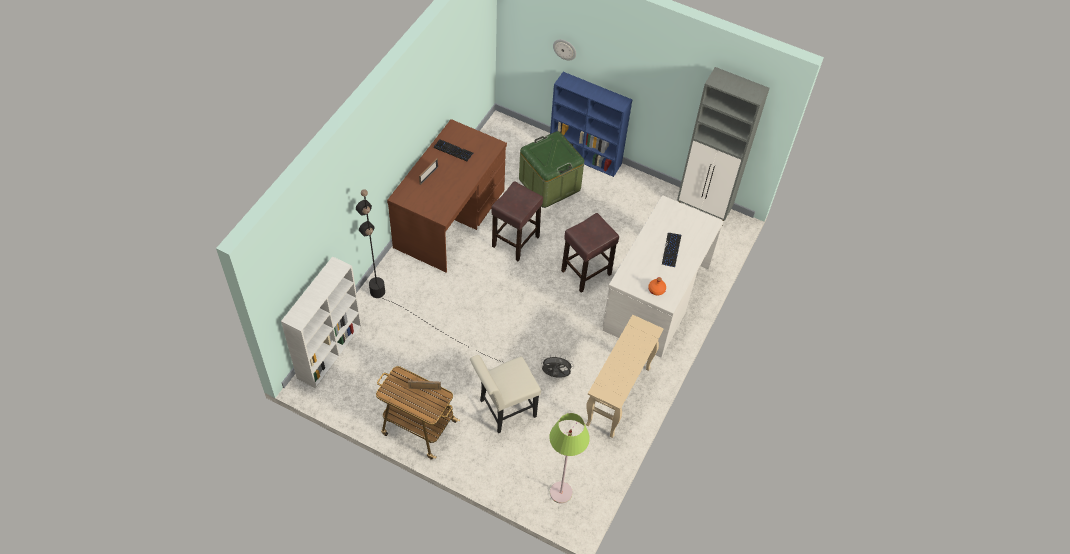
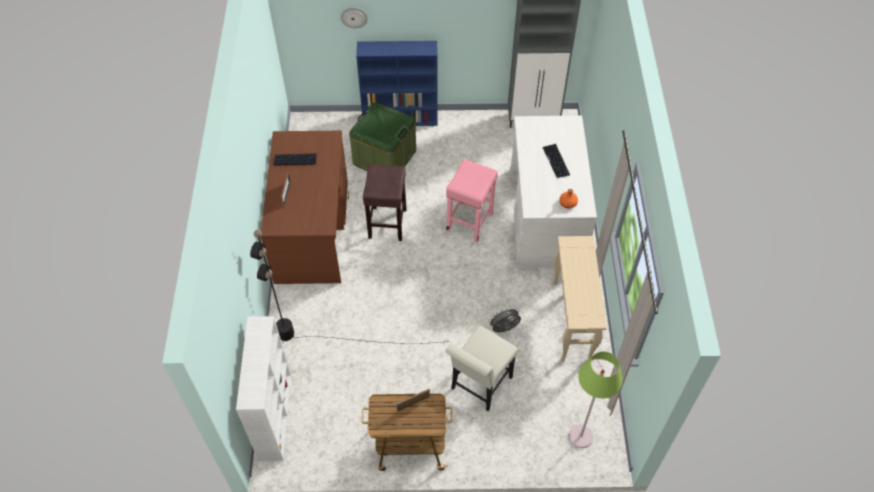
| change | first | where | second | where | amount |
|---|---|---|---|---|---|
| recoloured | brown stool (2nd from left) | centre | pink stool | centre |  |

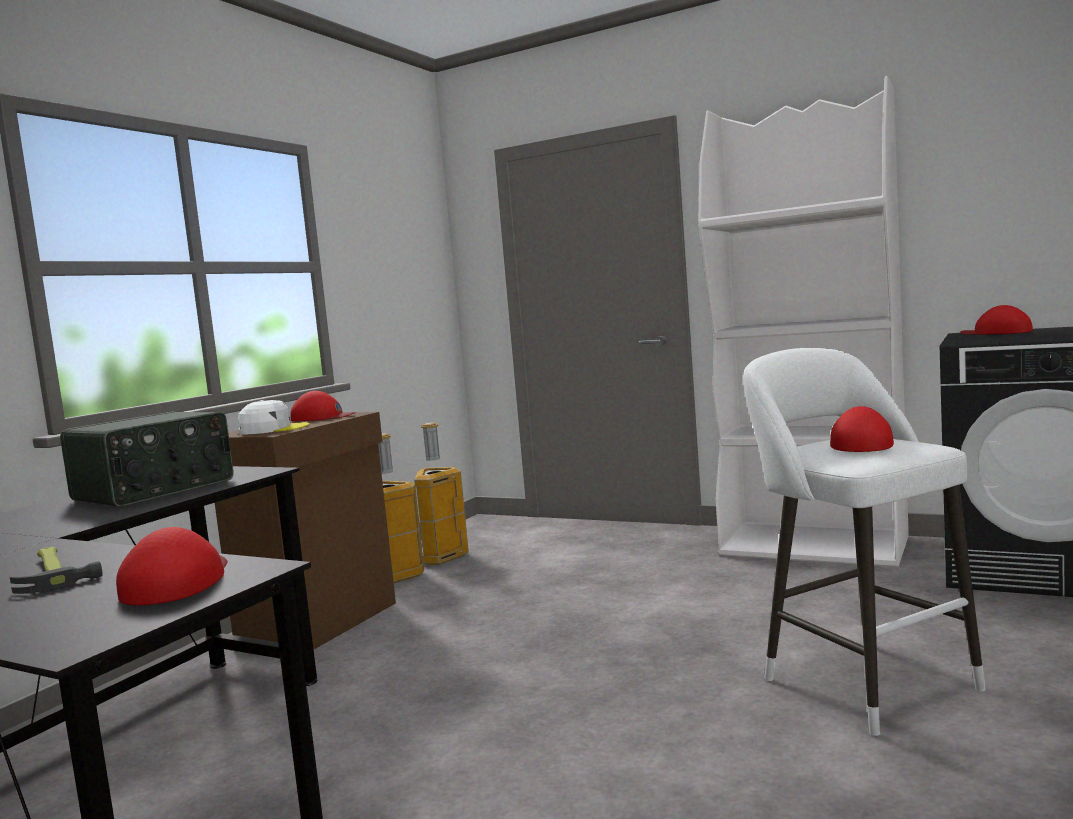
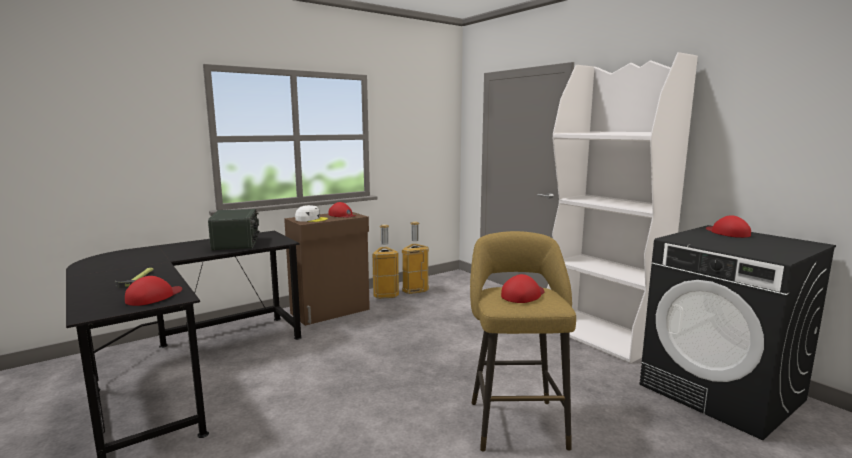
| change | first | where | second | where | amount |
|---|---|---|---|---|---|
| recoloured | white stool | middle right | yellow stool | bottom centre |  |
| turned | radio | middle left |  | middle left | 75 degrees counterclockwise |

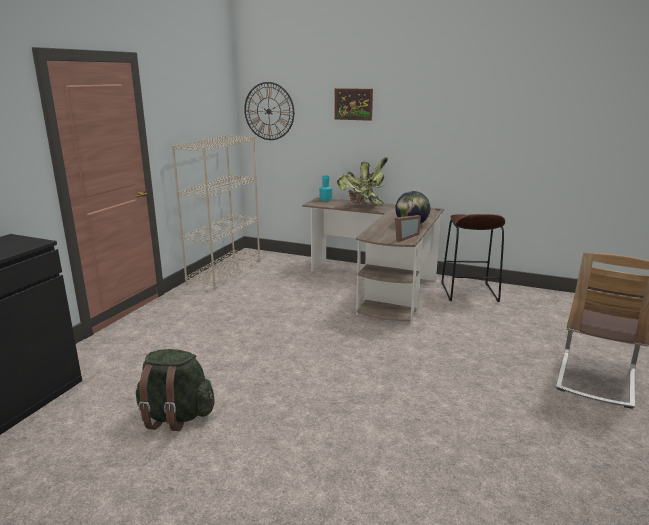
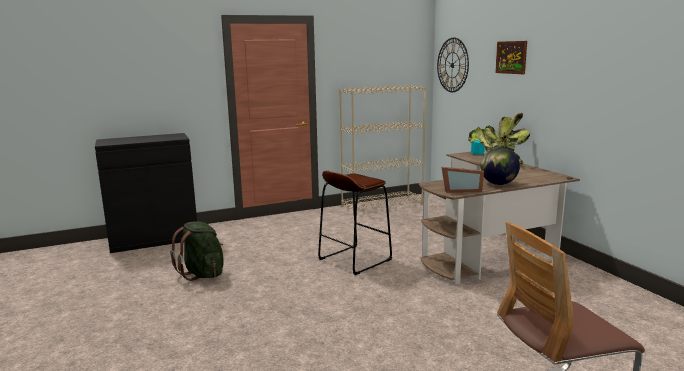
| change | first | where | second | where | amount |
|---|---|---|---|---|---|
| moved | brown stool | middle right |  | centre |  |

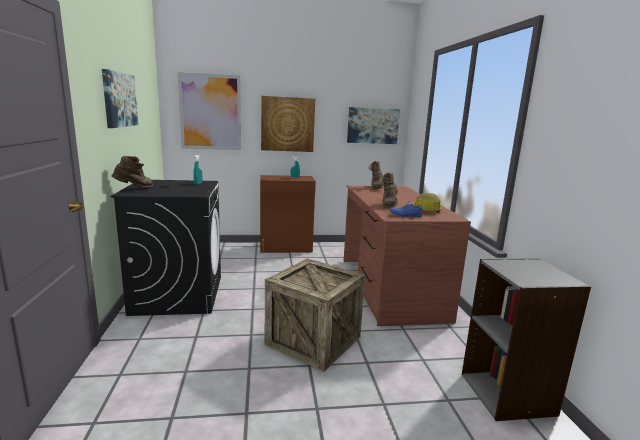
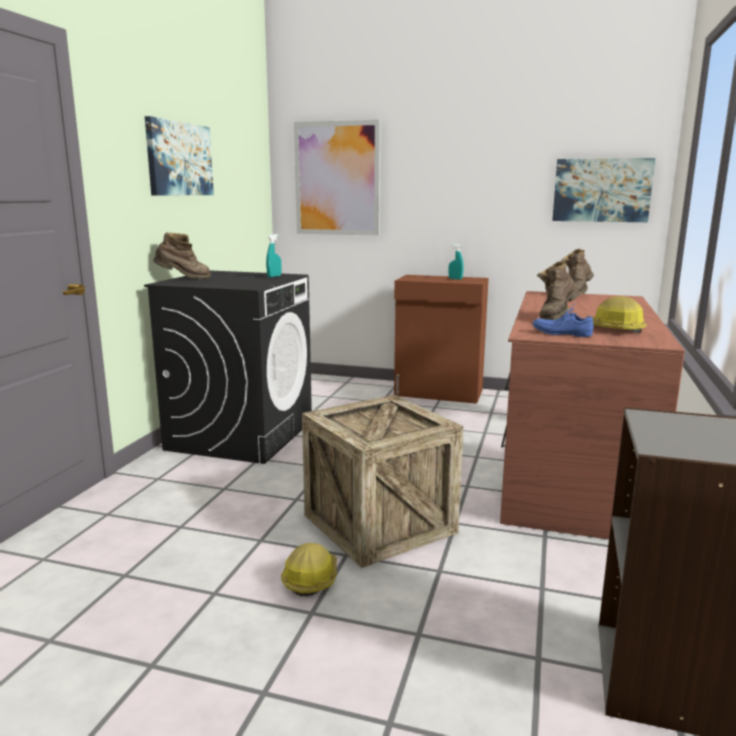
| change | first | where | second | where | amount |
|---|---|---|---|---|---|
| removed | picture (3rd from left) | top centre |  |  |  |
| added |  |  | hard hat (1st from left) | bottom centre |  |

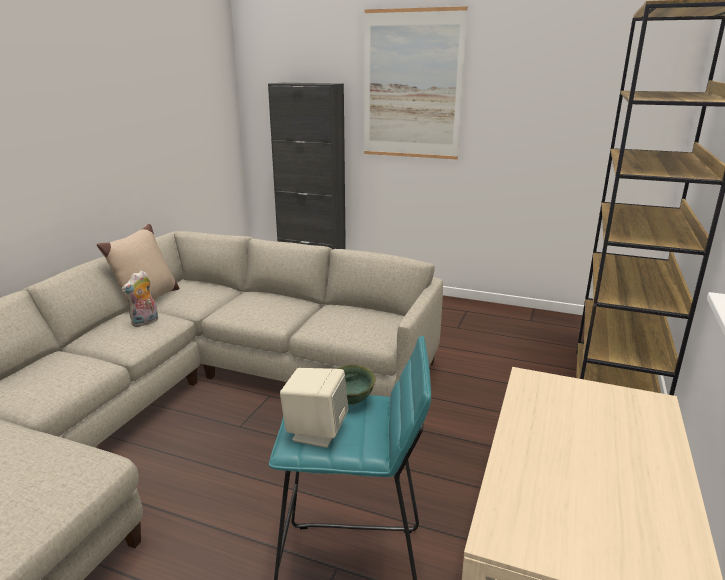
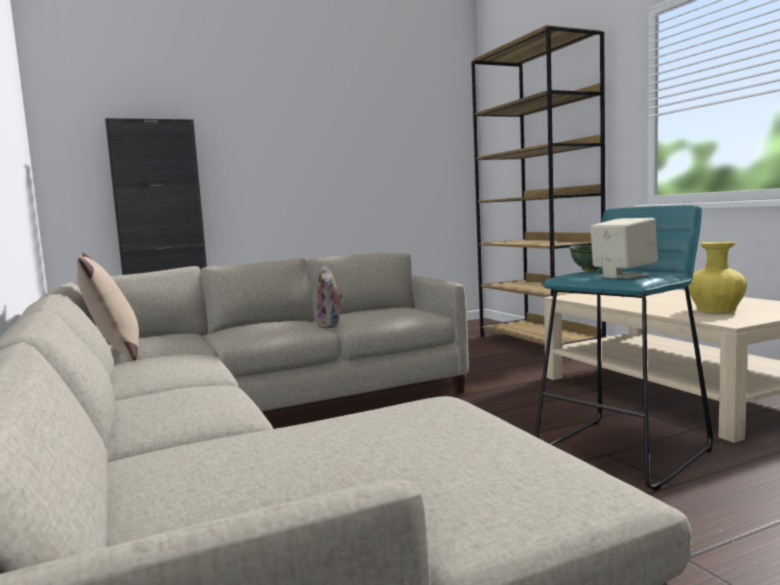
| change | first | where | second | where | amount |
|---|---|---|---|---|---|
| removed | picture | top centre |  |  |  |
| moved | plush toy | middle left |  | centre |  |
| added |  |  | yellow vase | middle right |  |

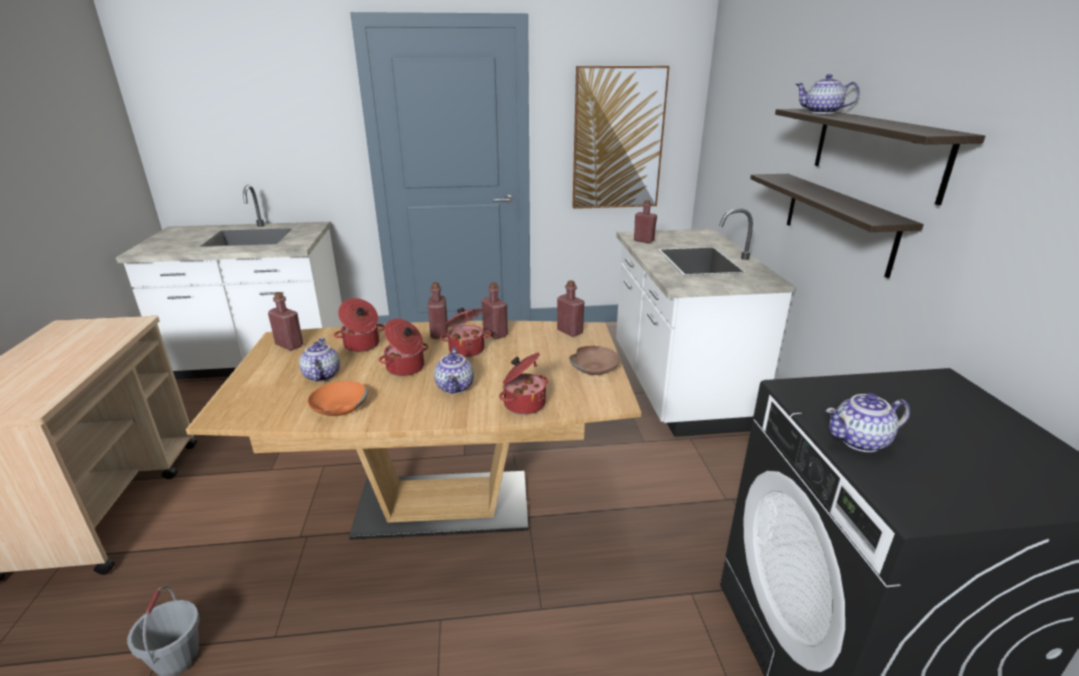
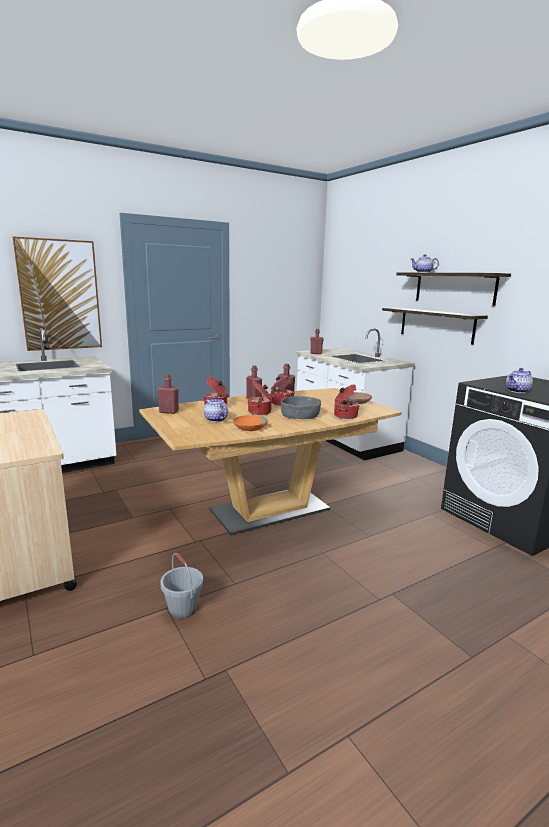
| change | first | where | second | where | amount |
|---|---|---|---|---|---|
| moved | picture | top centre |  | middle left |  |
| removed | red bottle (4th from left) | centre |  |  |  |
| replaced | teapot (2nd from left) | centre | grey bowl | centre |  |

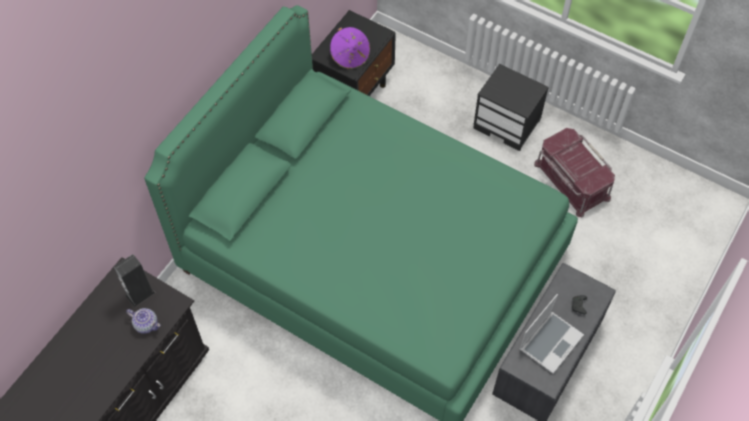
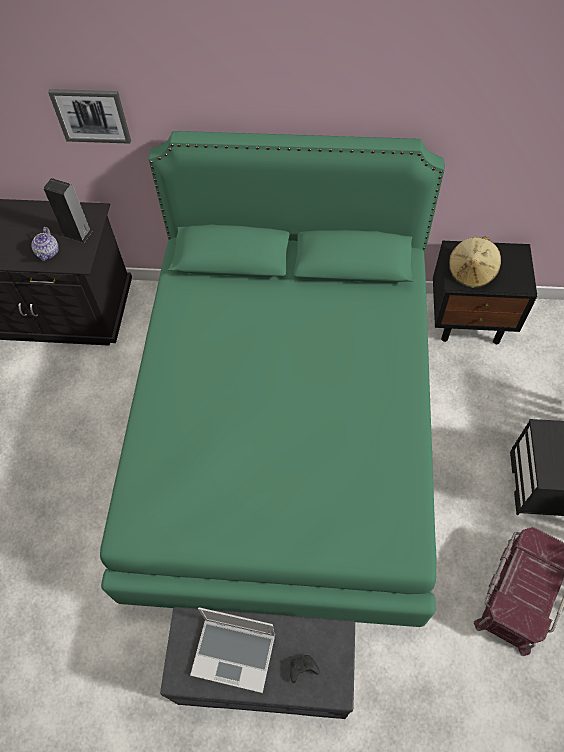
| change | first | where | second | where | amount |
|---|---|---|---|---|---|
| recoloured | purple hat | top centre | beige hat | middle right |  |
| added |  |  | picture | top left |  |

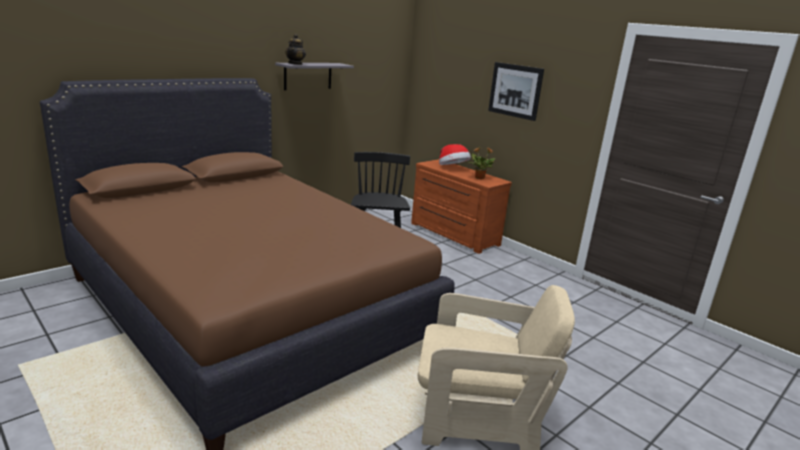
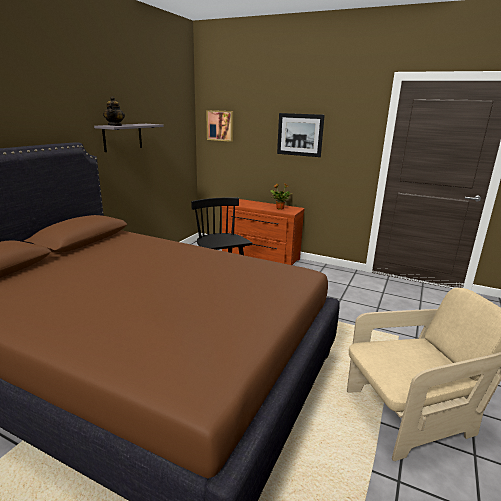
| change | first | where | second | where | amount |
|---|---|---|---|---|---|
| removed | hat | centre |  |  |  |
| added |  |  | picture (1st from left) | top centre |  |

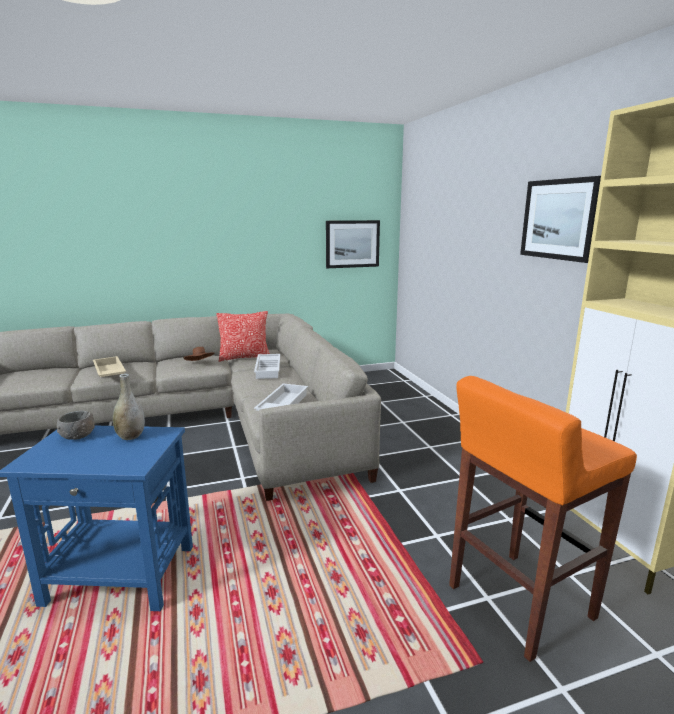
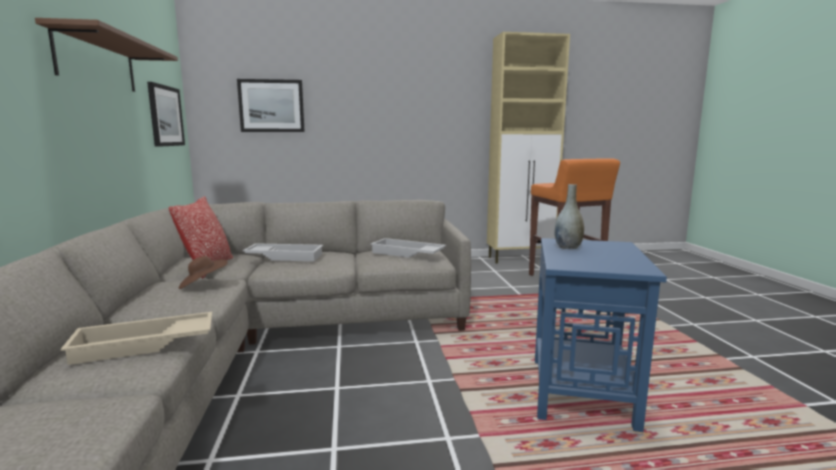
| change | first | where | second | where | amount |
|---|---|---|---|---|---|
| moved | picture (2nd from left) | top right |  | top left |  |
| removed | grey bowl | middle left |  |  |  |
| added |  |  | brown shelf | top left |  |

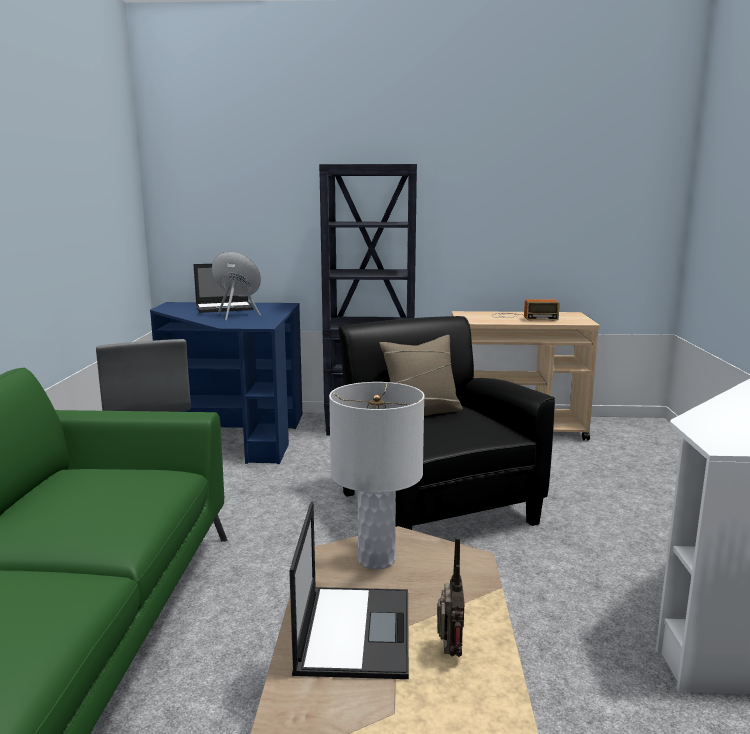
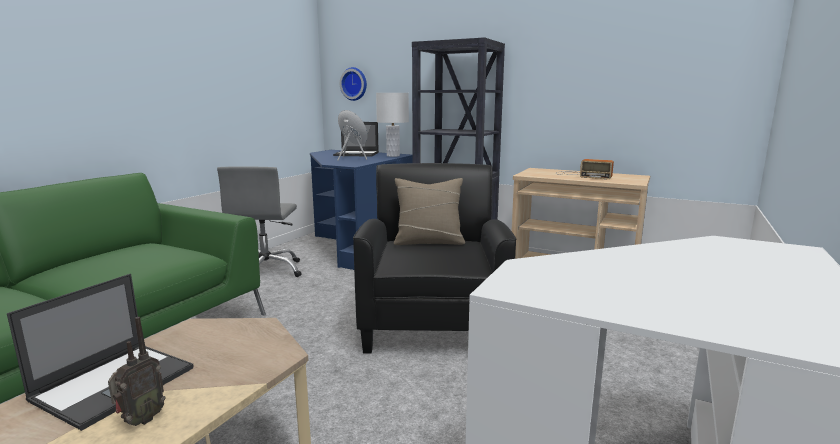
| change | first | where | second | where | amount |
|---|---|---|---|---|---|
| moved | white table lamp | centre |  | top centre |  |
| added |  |  | wall clock | top centre |  |

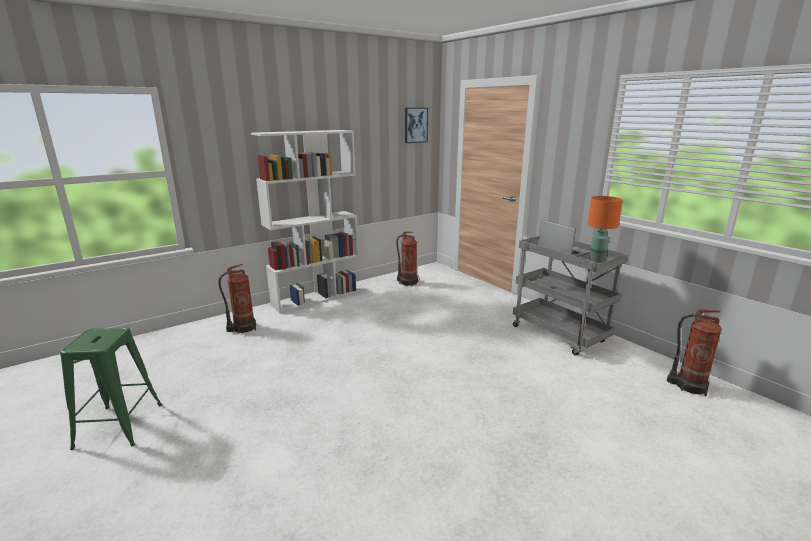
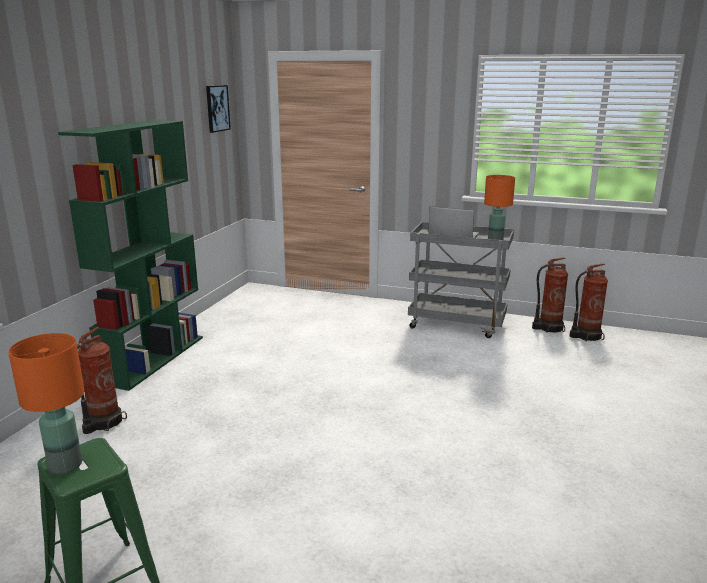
| change | first | where | second | where | amount |
|---|---|---|---|---|---|
| recoloured | white bookcase | centre | green bookcase | middle left |  |
| moved | fire extinguisher (2nd from left) | centre |  | middle right |  |
| added |  |  | orange table lamp (1st from left) | bottom left |  |

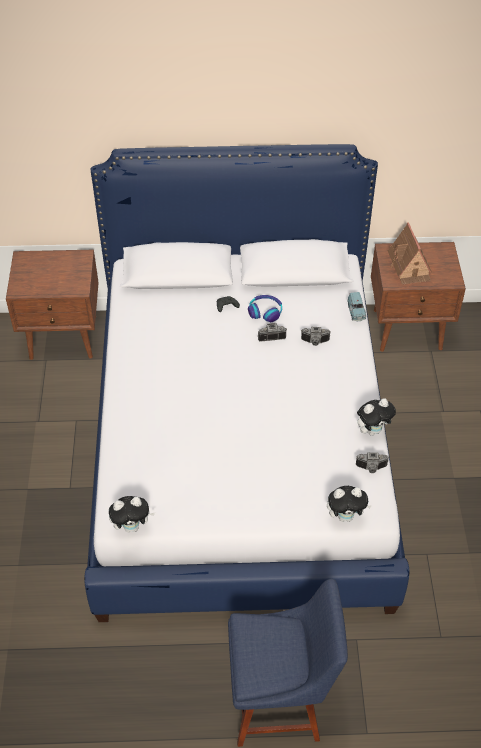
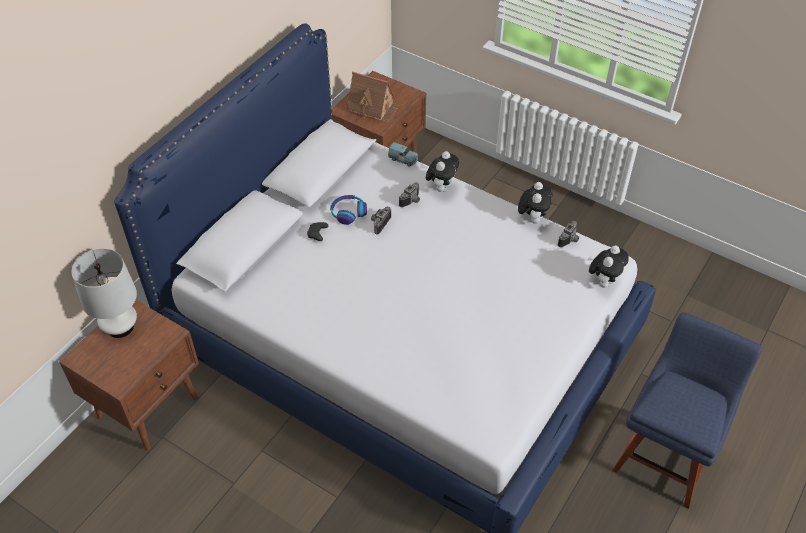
| change | first | where | second | where | amount |
|---|---|---|---|---|---|
| moved | plush toy (1st from left) | bottom left |  | top centre |  |
| added |  |  | white table lamp | middle left |  |

